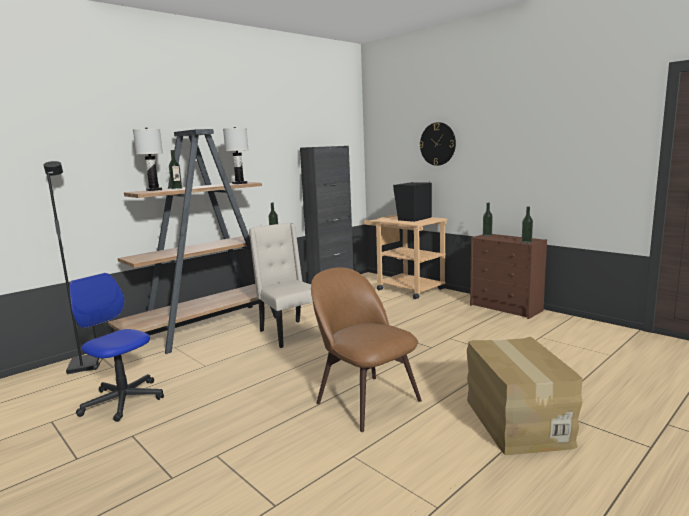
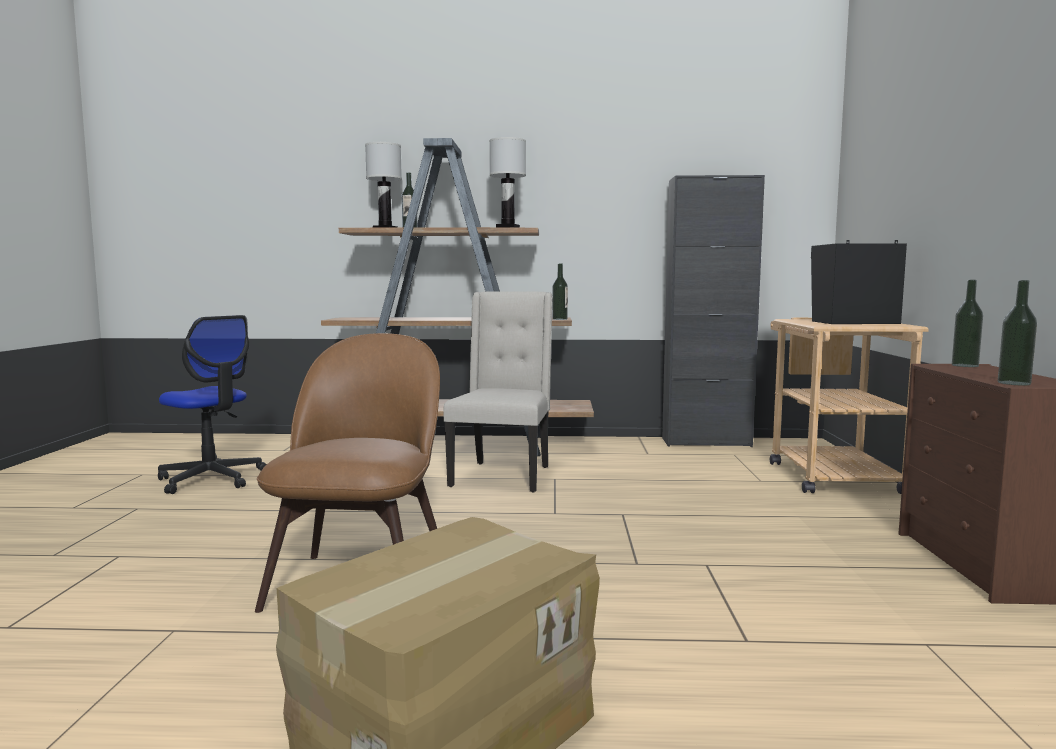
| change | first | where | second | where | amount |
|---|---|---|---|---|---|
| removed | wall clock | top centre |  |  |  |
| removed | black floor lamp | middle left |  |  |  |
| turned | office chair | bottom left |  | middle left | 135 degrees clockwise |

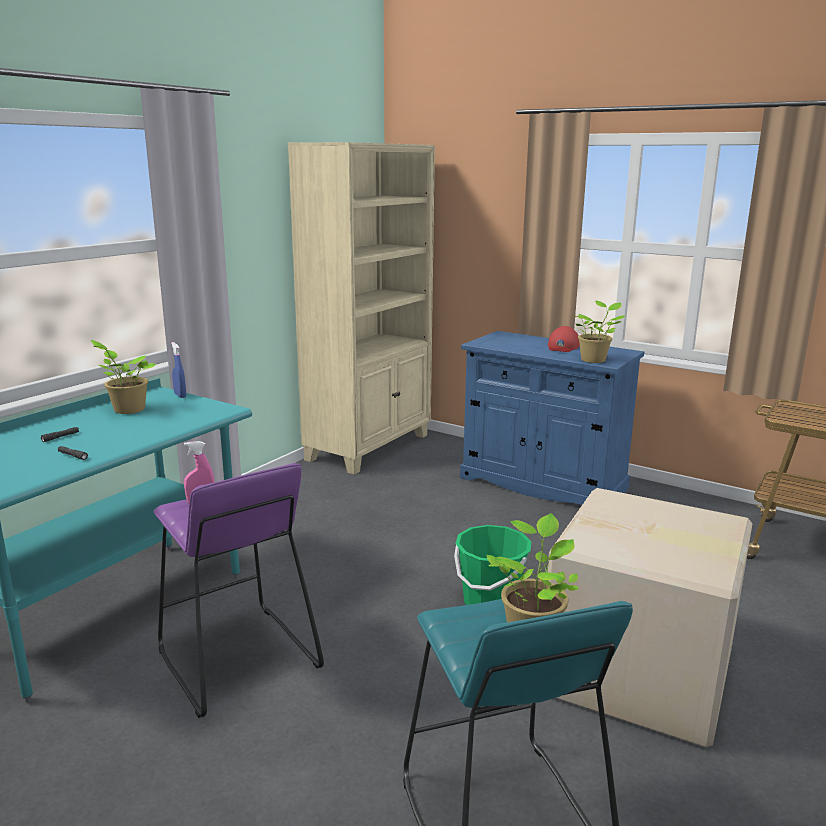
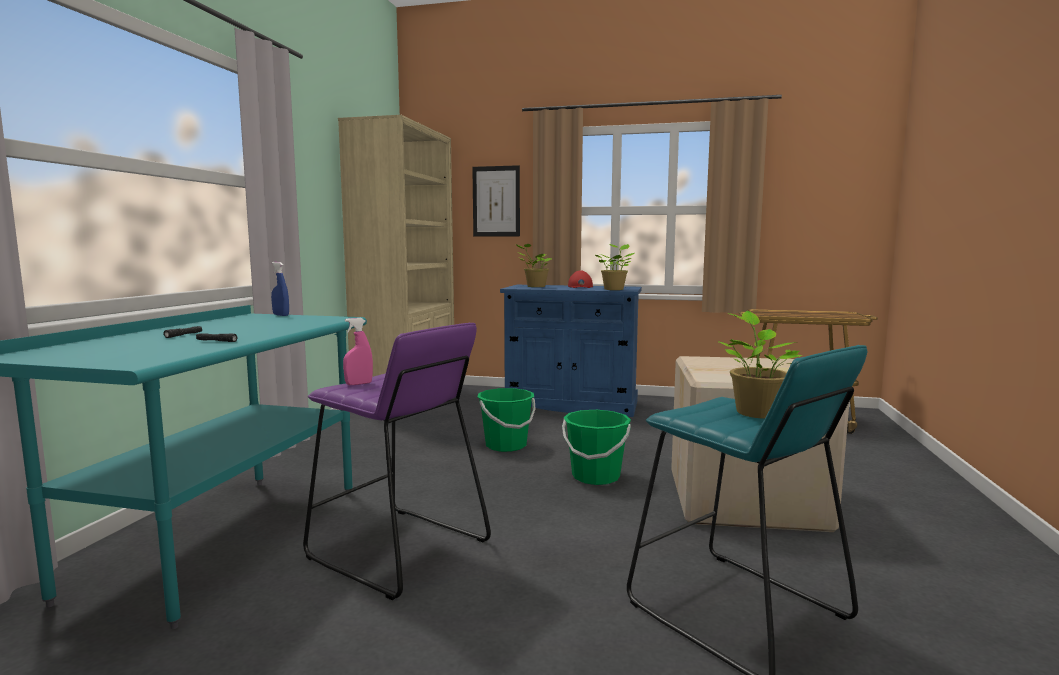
| change | first | where | second | where | amount |
|---|---|---|---|---|---|
| moved | potted plant (1st from left) | middle left |  | centre |  |
| added |  |  | picture | top centre |  |
| added |  |  | green bucket (1st from left) | centre |  |

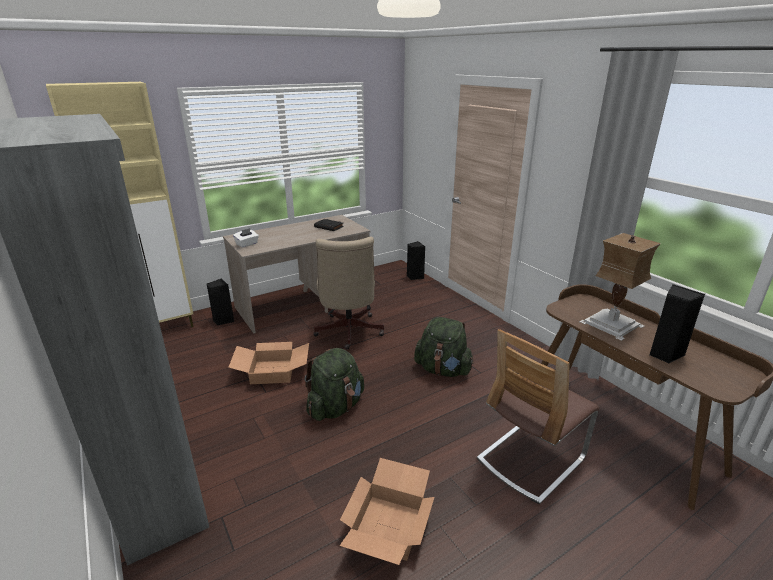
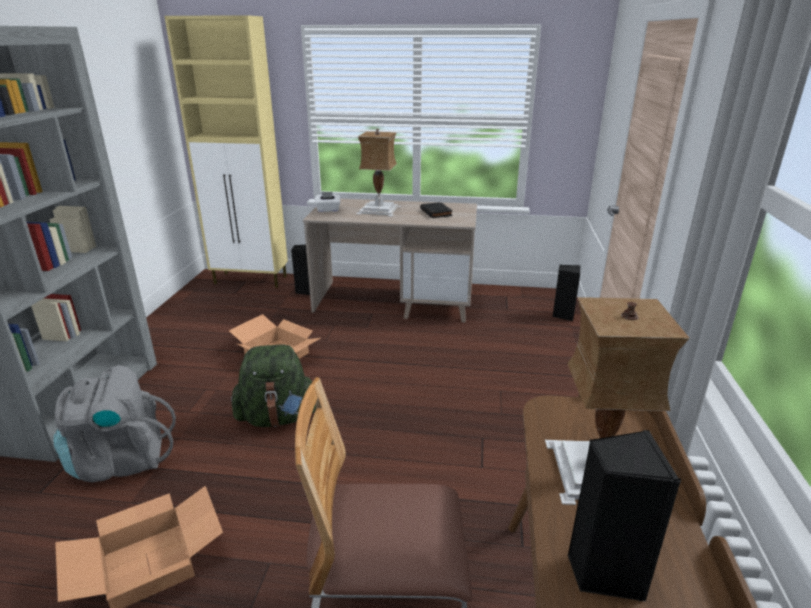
| change | first | where | second | where | amount |
|---|---|---|---|---|---|
| removed | beige office chair | centre |  |  |  |
| removed | green backpack (2nd from left) | centre |  |  |  |
| added |  |  | table lamp (1st from left) | top centre |  |
| added |  |  | grey backpack | bottom left |  |

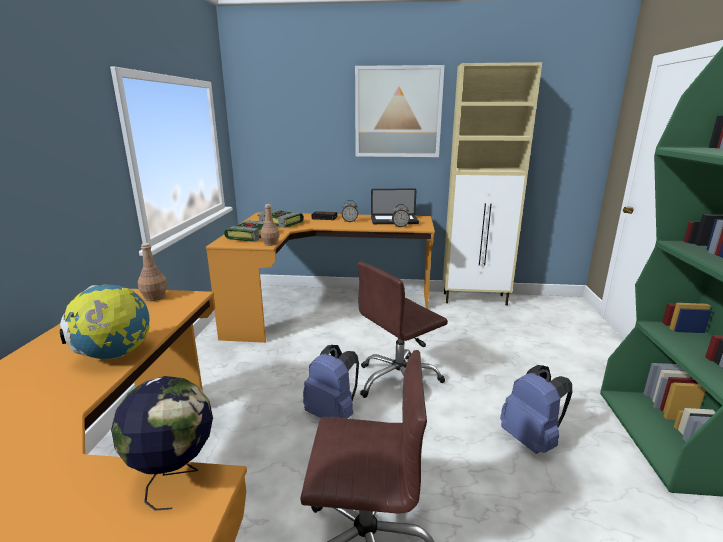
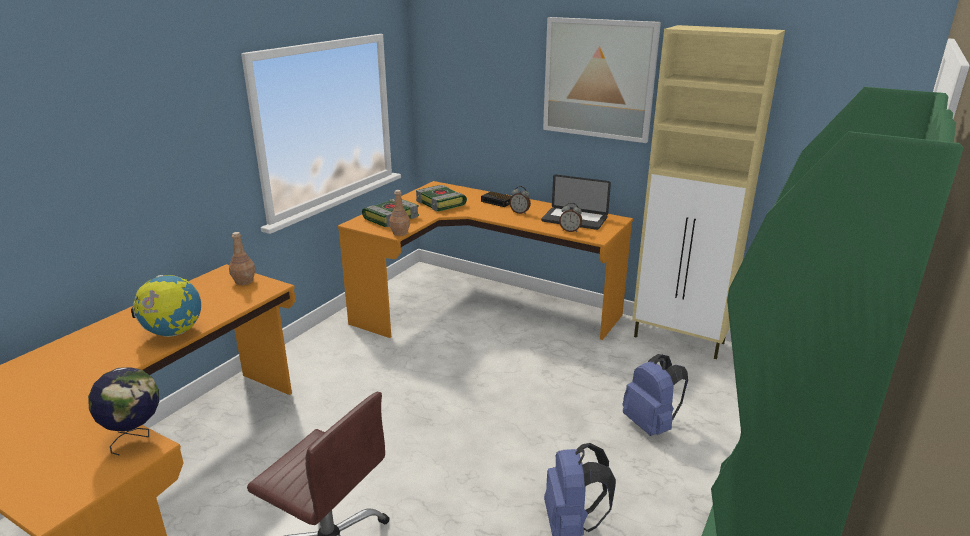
| change | first | where | second | where | amount |
|---|---|---|---|---|---|
| removed | brown office chair (2nd from left) | centre |  |  |  |
| moved | blue backpack (1st from left in the first image) | bottom centre | blue backpack (2nd from left) | bottom right |  |

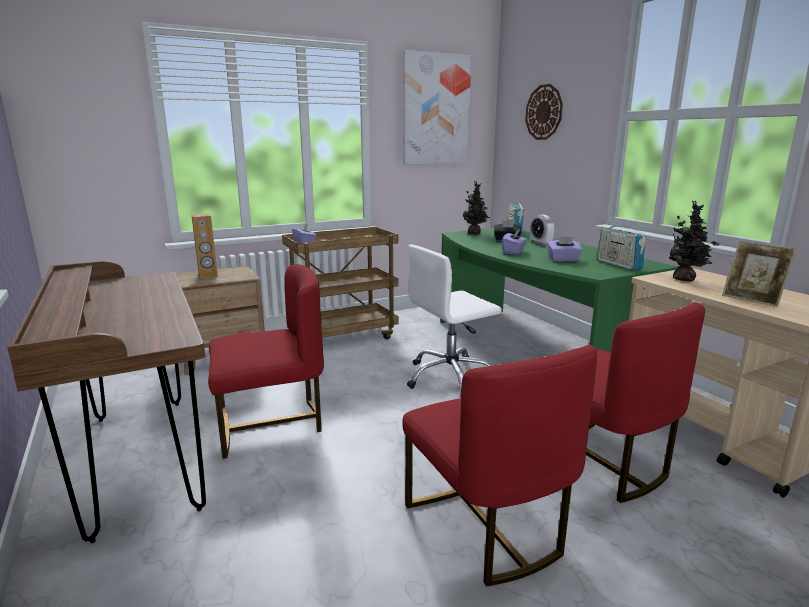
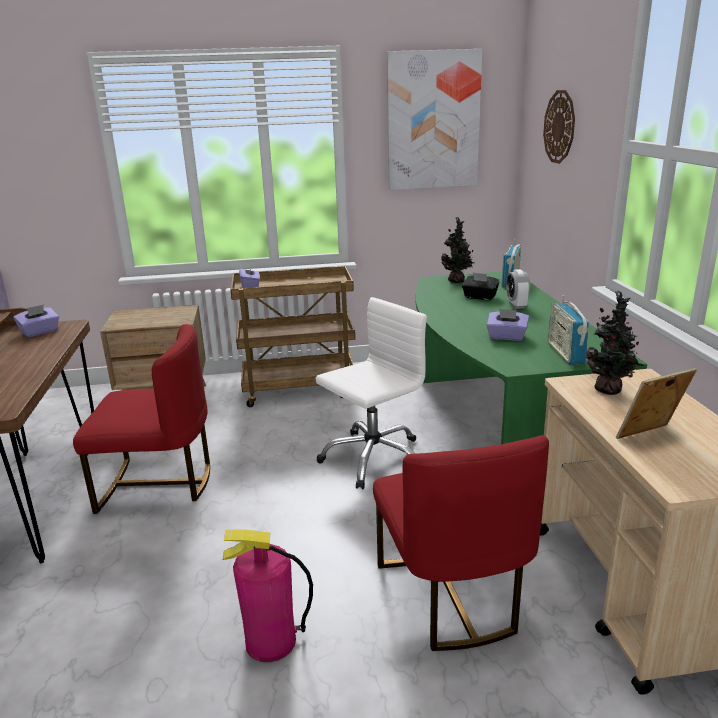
| change | first | where | second | where | amount |
|---|---|---|---|---|---|
| removed | brown speaker | middle left |  |  |  |
| moved | purple tissue box (2nd from left in the first image) | centre | purple tissue box (1st from left) | middle left |  |
| turned | picture frame | middle right |  | middle right | 90 degrees clockwise |
| turned | white office chair | centre |  | centre | 150 degrees clockwise |
| replaced | red chair (2nd from left) | bottom centre | fire extinguisher | bottom centre |  |

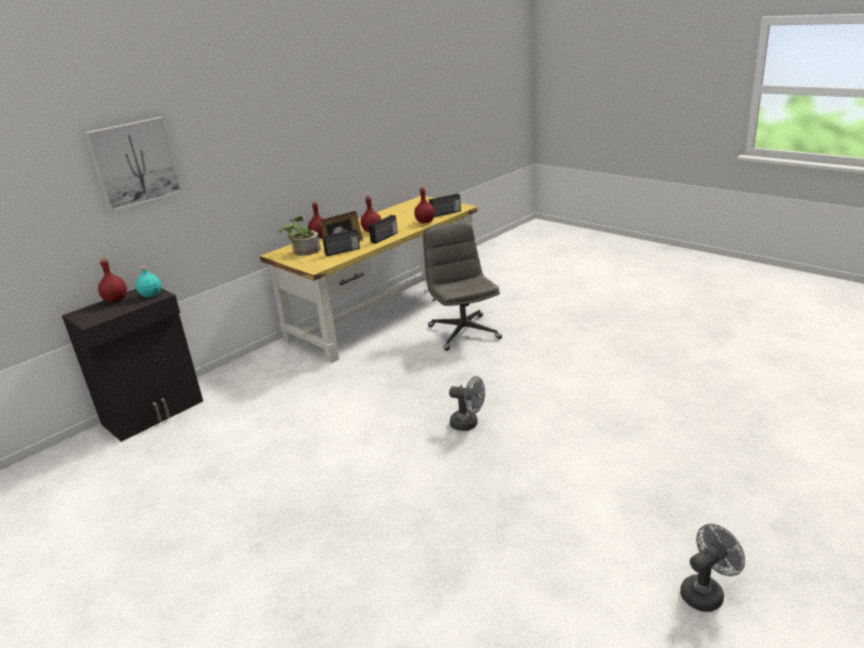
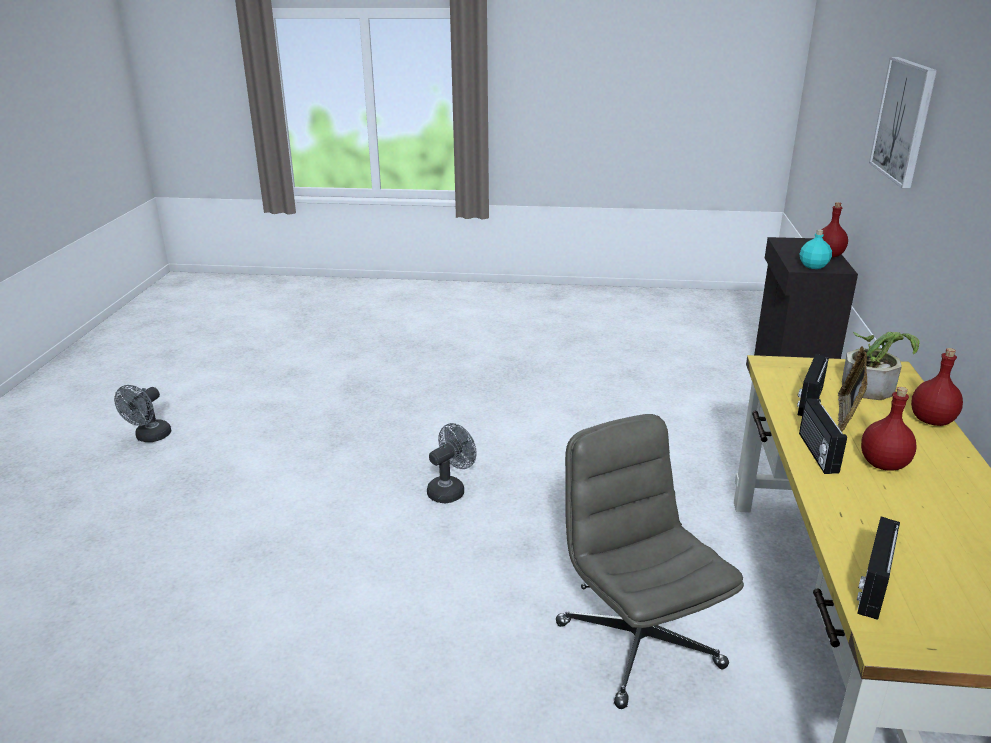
| change | first | where | second | where | amount |
|---|---|---|---|---|---|
| removed | red bottle (4th from left) | top centre |  |  |  |
| turned | grey office chair | centre |  | bottom centre | 150 degrees counterclockwise |
| turned | grey fan (1st from left in the first image) | centre | grey fan (2nd from left) | centre | 150 degrees clockwise |

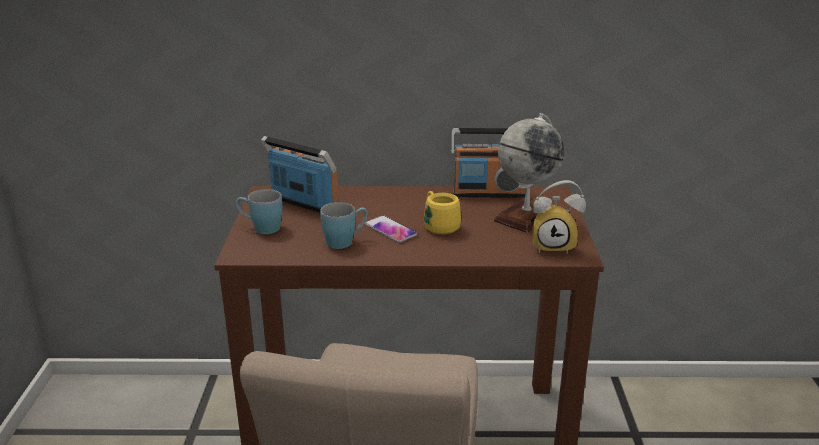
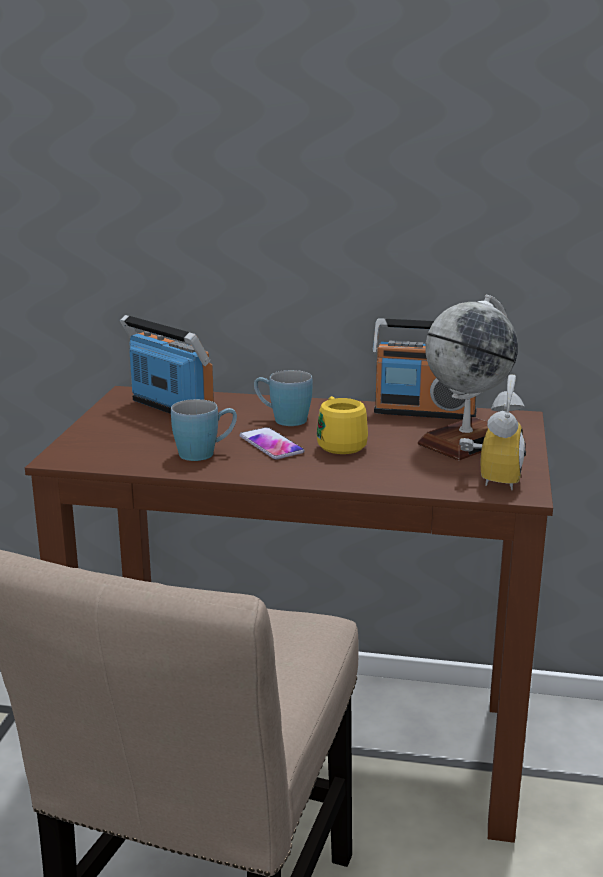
| change | first | where | second | where | amount |
|---|---|---|---|---|---|
| turned | alarm clock | middle right |  | middle right | 90 degrees counterclockwise |
| moved | blue mug (1st from left in the first image) | middle left | blue mug (2nd from left) | centre |  |

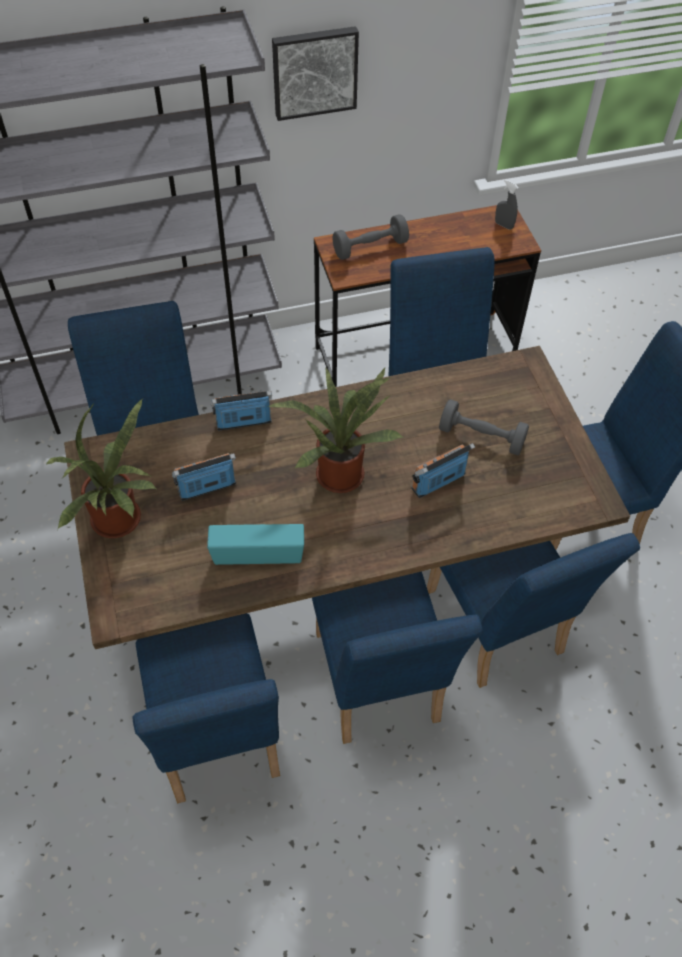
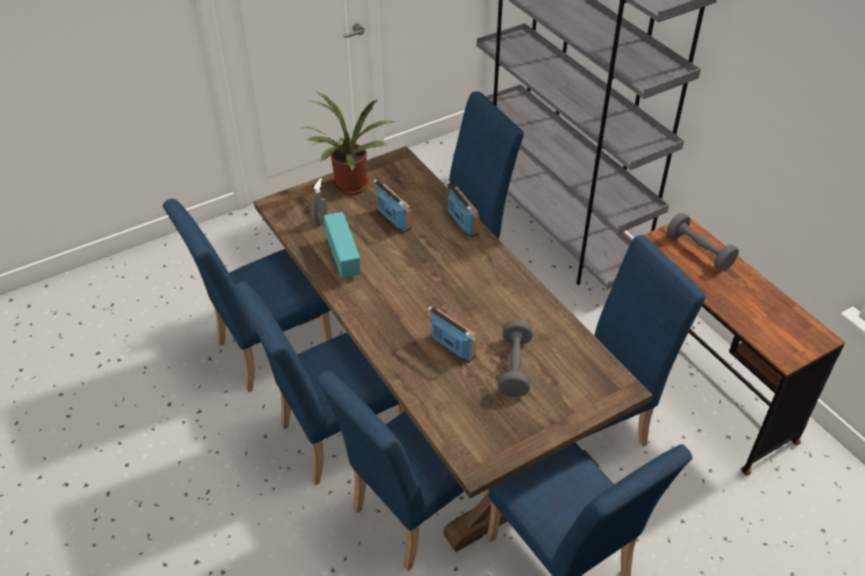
| change | first | where | second | where | amount |
|---|---|---|---|---|---|
| removed | picture | top centre |  |  |  |
| moved | grey spray bottle | top right |  | centre |  |
| removed | potted plant (2nd from left) | centre |  |  |  |

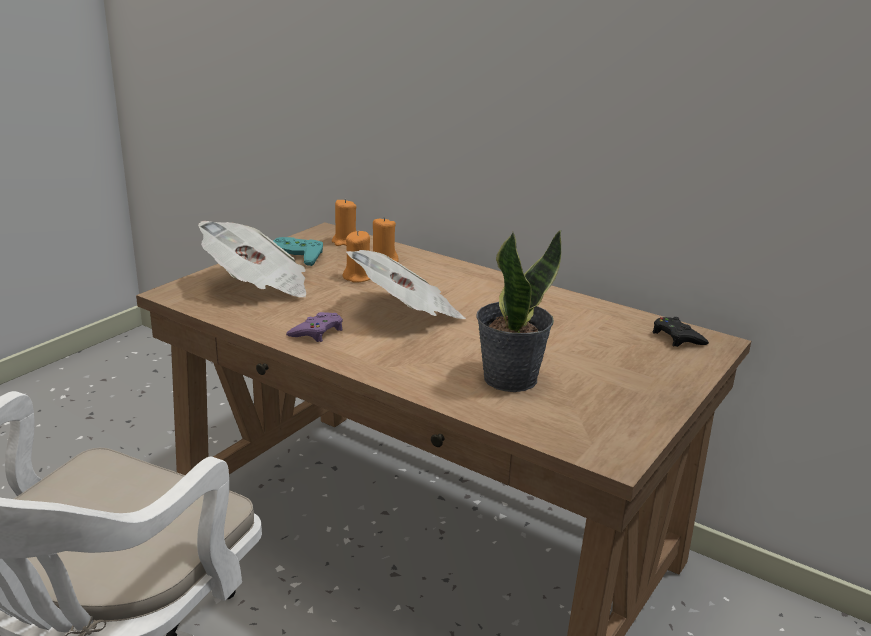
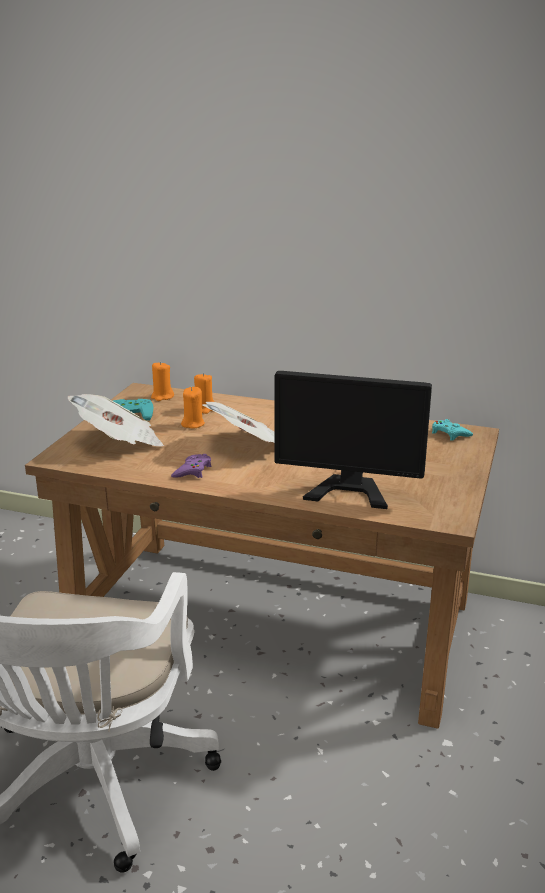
| change | first | where | second | where | amount |
|---|---|---|---|---|---|
| replaced | potted plant | centre | monitor | centre |  |
| recoloured | black game controller | middle right | turquoise game controller (2nd from left) | middle right |  |

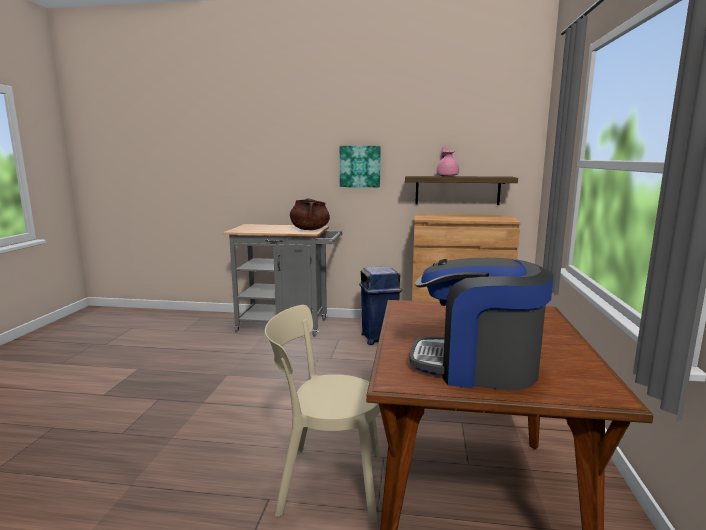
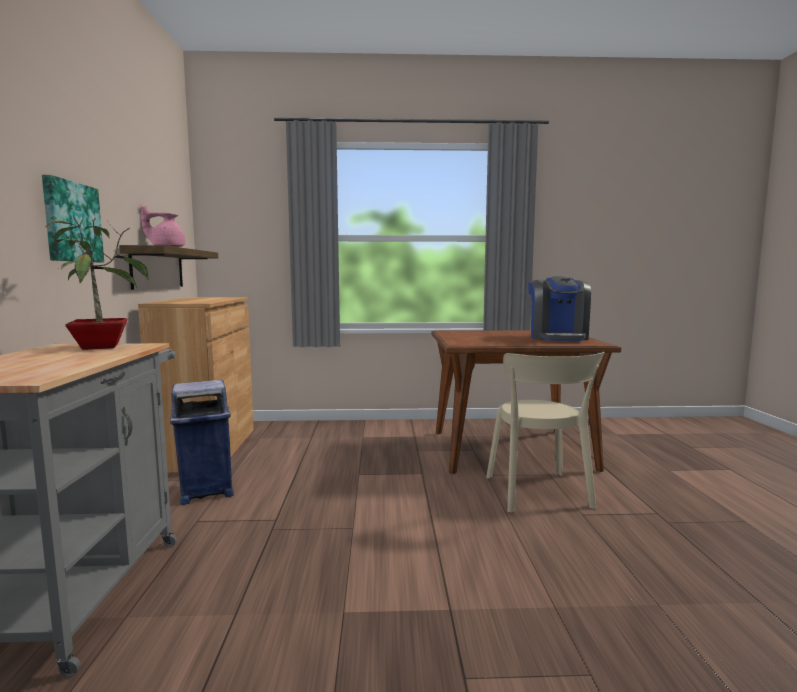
| change | first | where | second | where | amount |
|---|---|---|---|---|---|
| replaced | brown cooking pot | centre | potted plant | middle left |  |

